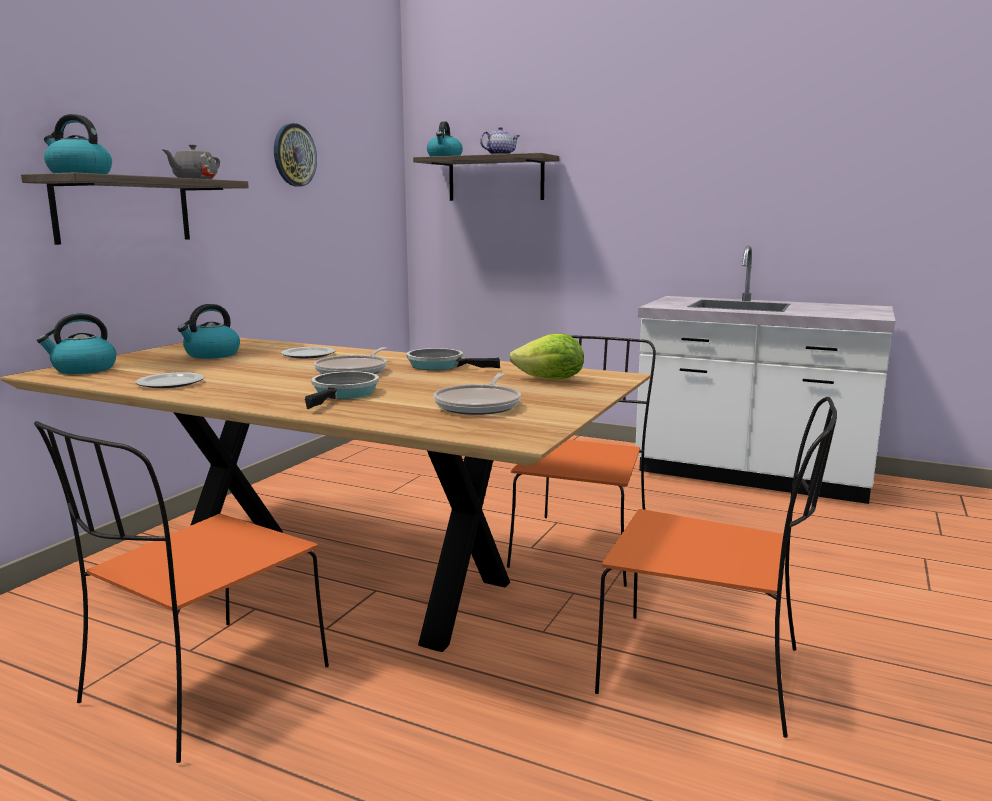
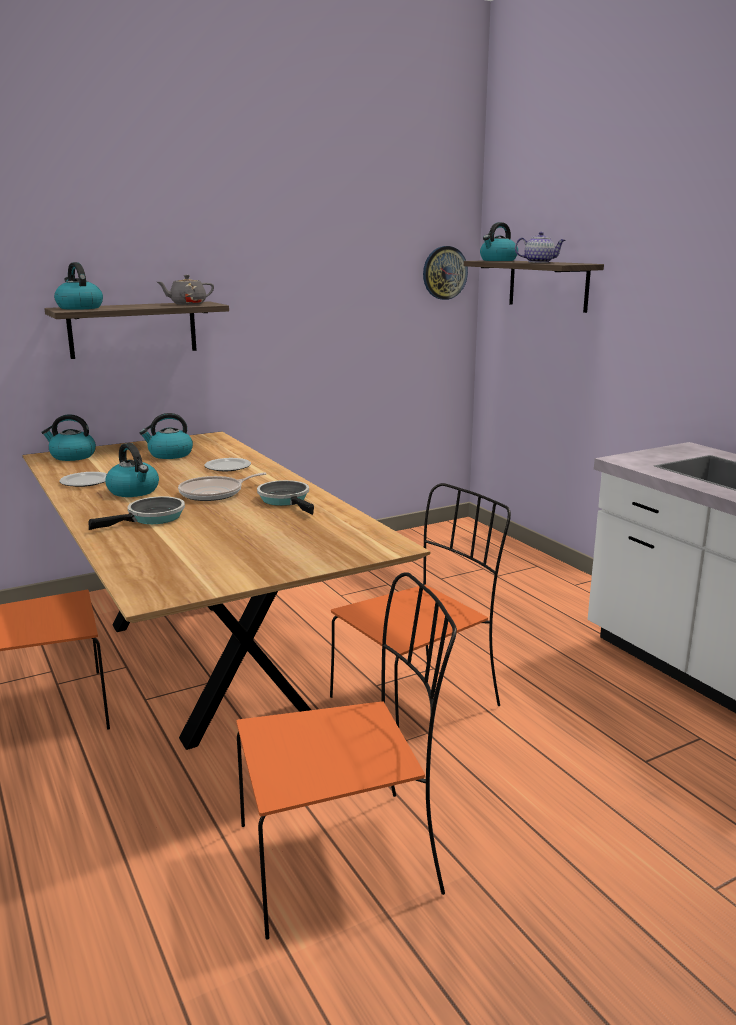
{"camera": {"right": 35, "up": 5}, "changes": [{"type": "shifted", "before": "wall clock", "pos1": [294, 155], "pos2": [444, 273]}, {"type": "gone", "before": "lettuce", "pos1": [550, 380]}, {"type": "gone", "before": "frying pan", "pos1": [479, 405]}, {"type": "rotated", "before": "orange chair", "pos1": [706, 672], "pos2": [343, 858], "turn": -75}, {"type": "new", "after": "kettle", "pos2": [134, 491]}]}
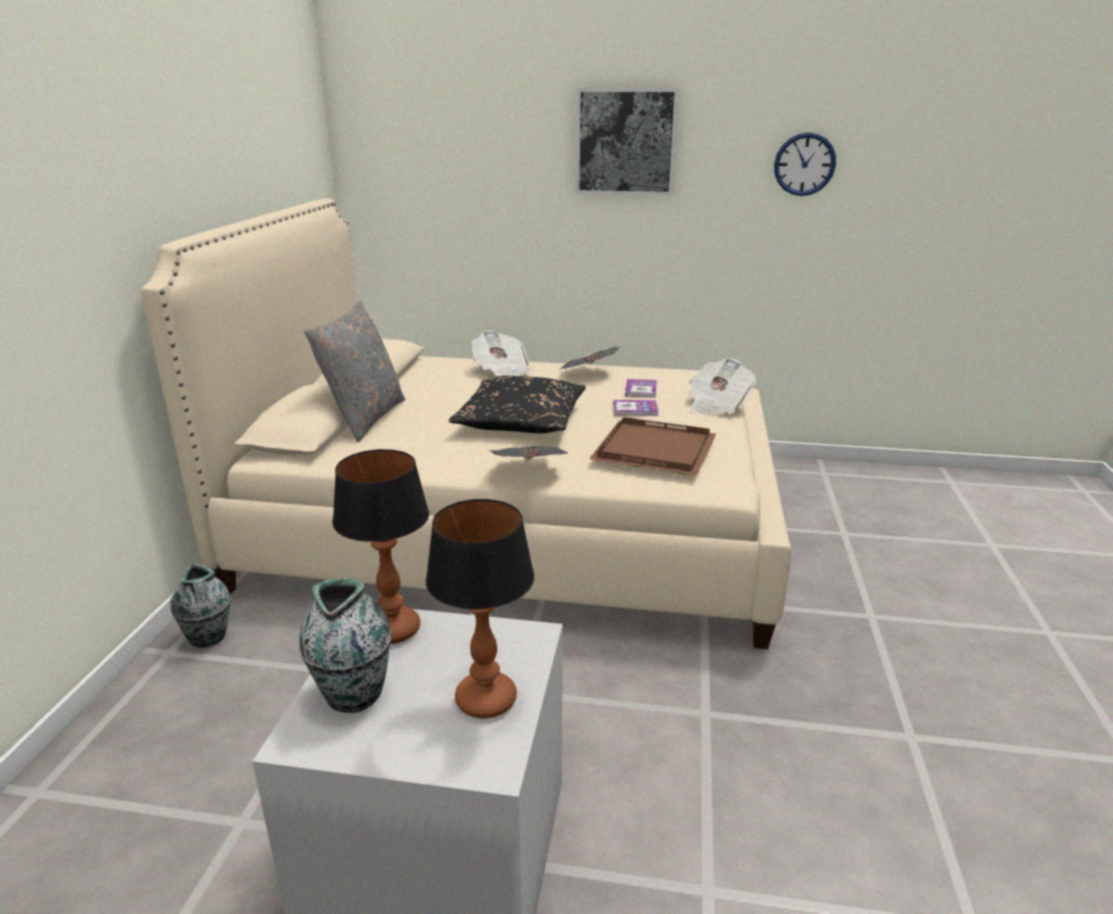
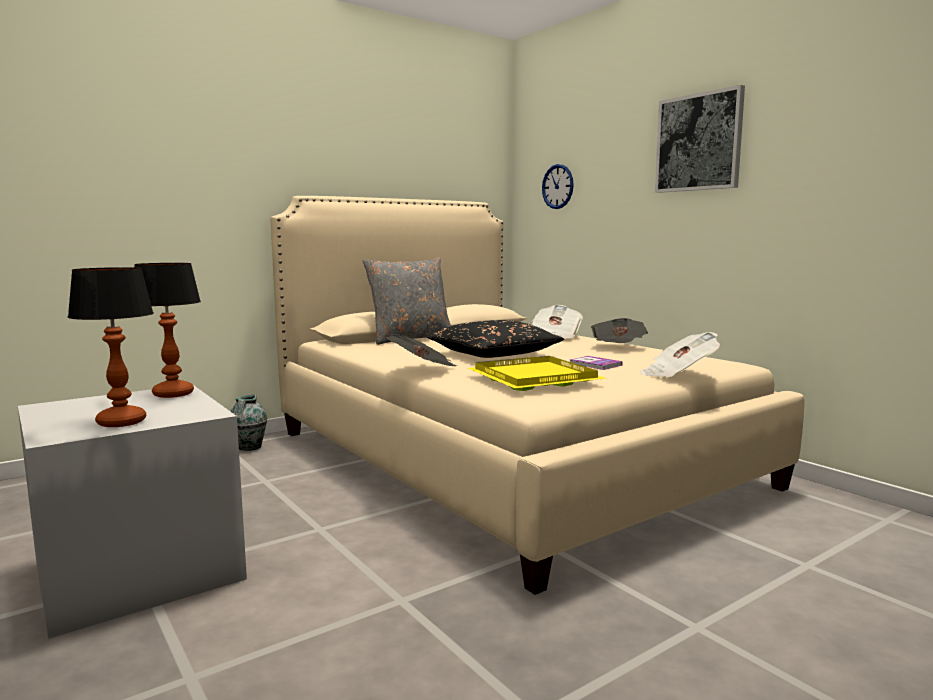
{"camera": {"right": 45, "up": -15}, "changes": [{"type": "shifted", "before": "wall clock", "pos1": [804, 164], "pos2": [557, 186]}, {"type": "gone", "before": "book", "pos1": [641, 390]}, {"type": "repainted", "before": "brown tray", "after": "yellow tray", "pos1": [656, 451], "pos2": [533, 378]}, {"type": "gone", "before": "vase", "pos1": [354, 693]}]}
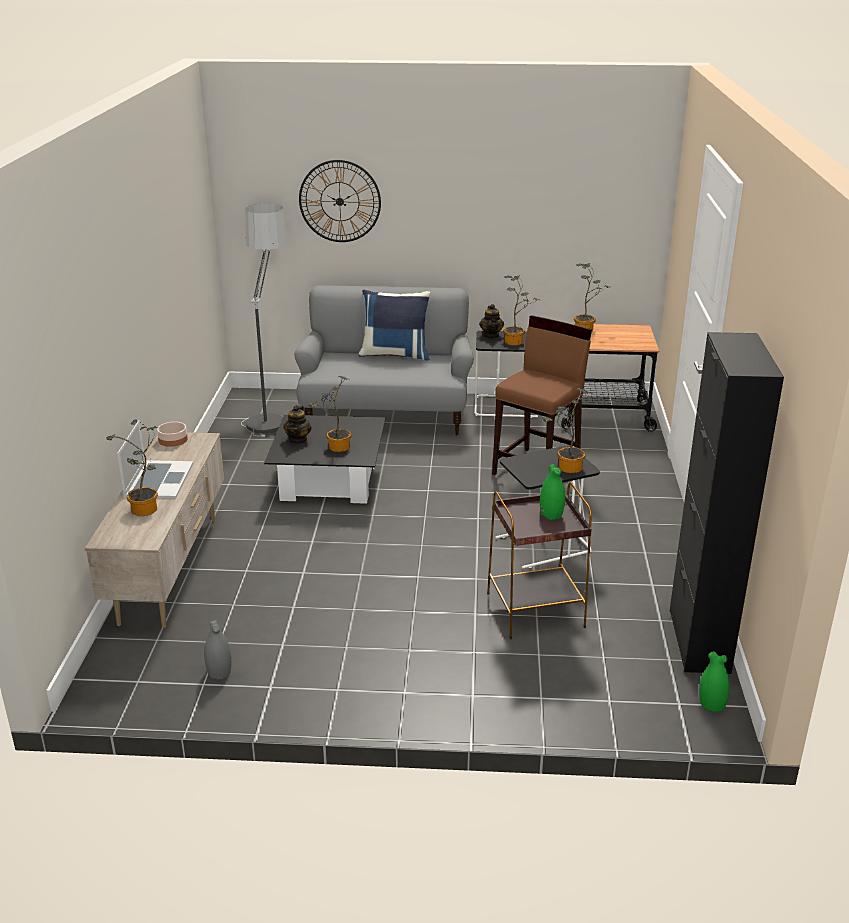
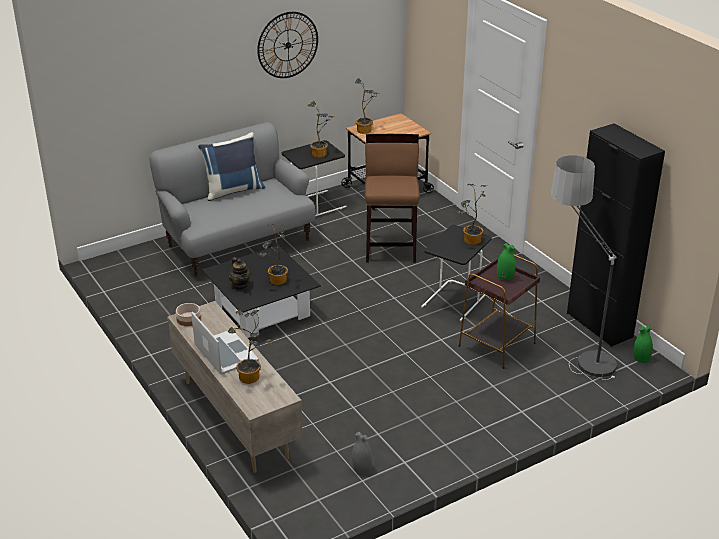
{"camera": {"right": -35, "up": 5}, "changes": [{"type": "shifted", "before": "wall clock", "pos1": [340, 201], "pos2": [288, 45]}, {"type": "shifted", "before": "floor lamp", "pos1": [270, 412], "pos2": [574, 350]}, {"type": "gone", "before": "teapot", "pos1": [491, 335]}]}
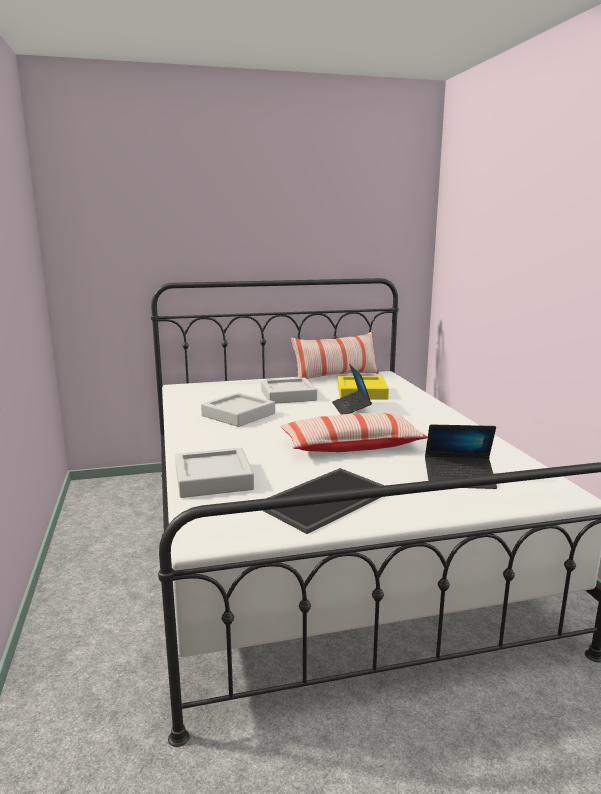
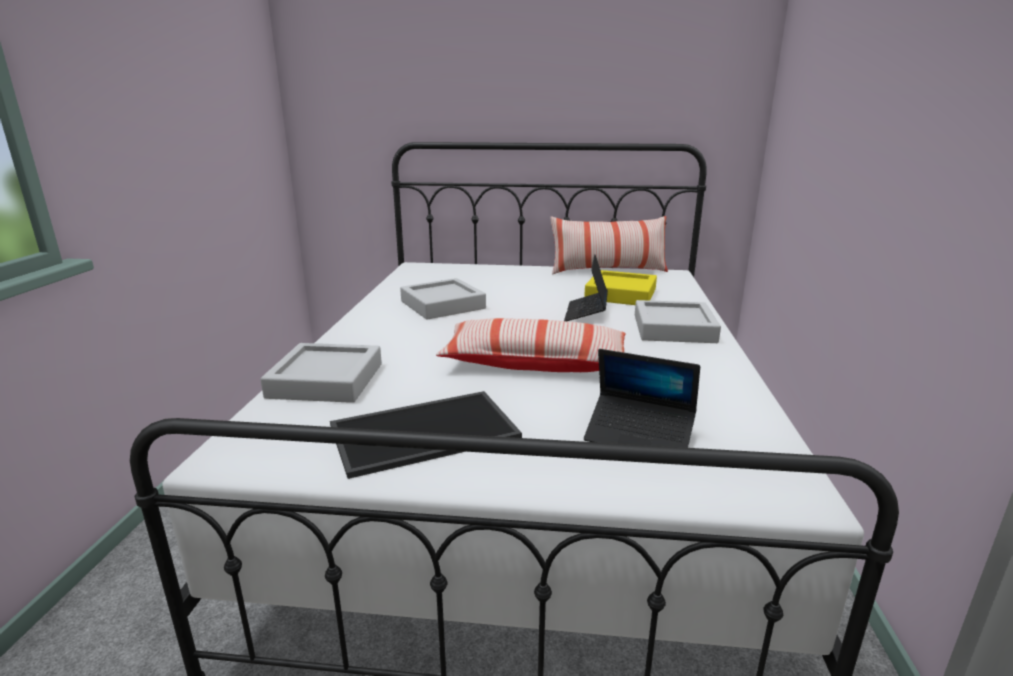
{"camera": {"right": 20, "up": 5}, "changes": [{"type": "shifted", "before": "grey tray", "pos1": [288, 395], "pos2": [674, 329]}]}
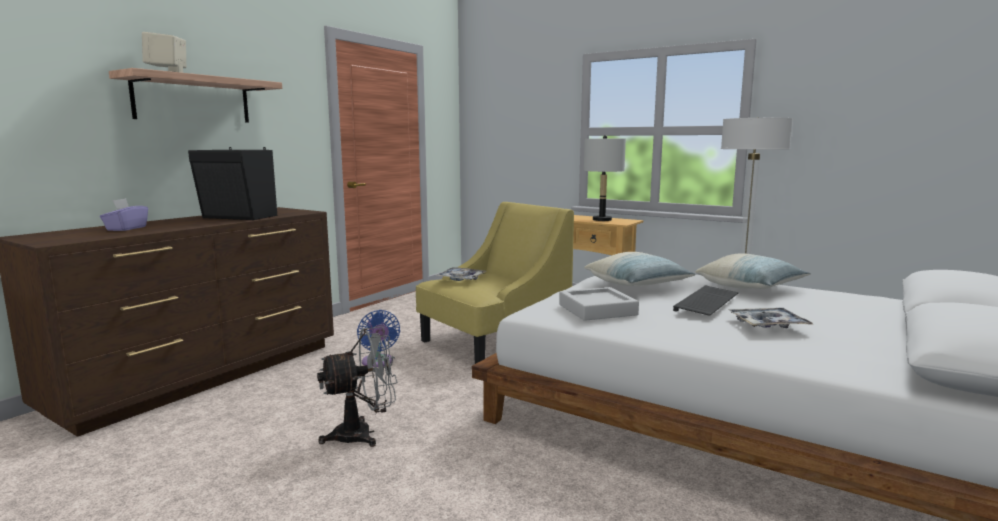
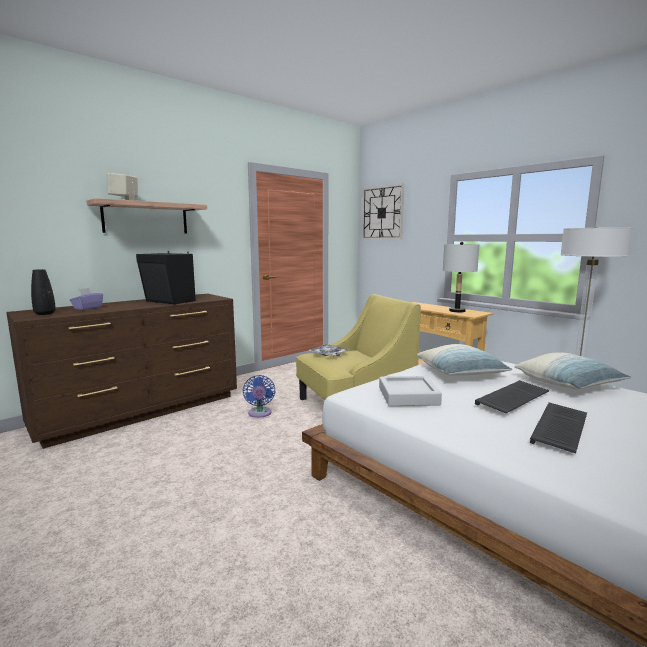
{"camera": {"right": 15, "up": 0}, "changes": [{"type": "swapped", "before": "tray", "after": "keyboard", "pos1": [767, 324], "pos2": [561, 429]}, {"type": "gone", "before": "grey fan", "pos1": [363, 434]}, {"type": "new", "after": "wall clock", "pos2": [382, 213]}, {"type": "new", "after": "black vase", "pos2": [45, 313]}]}
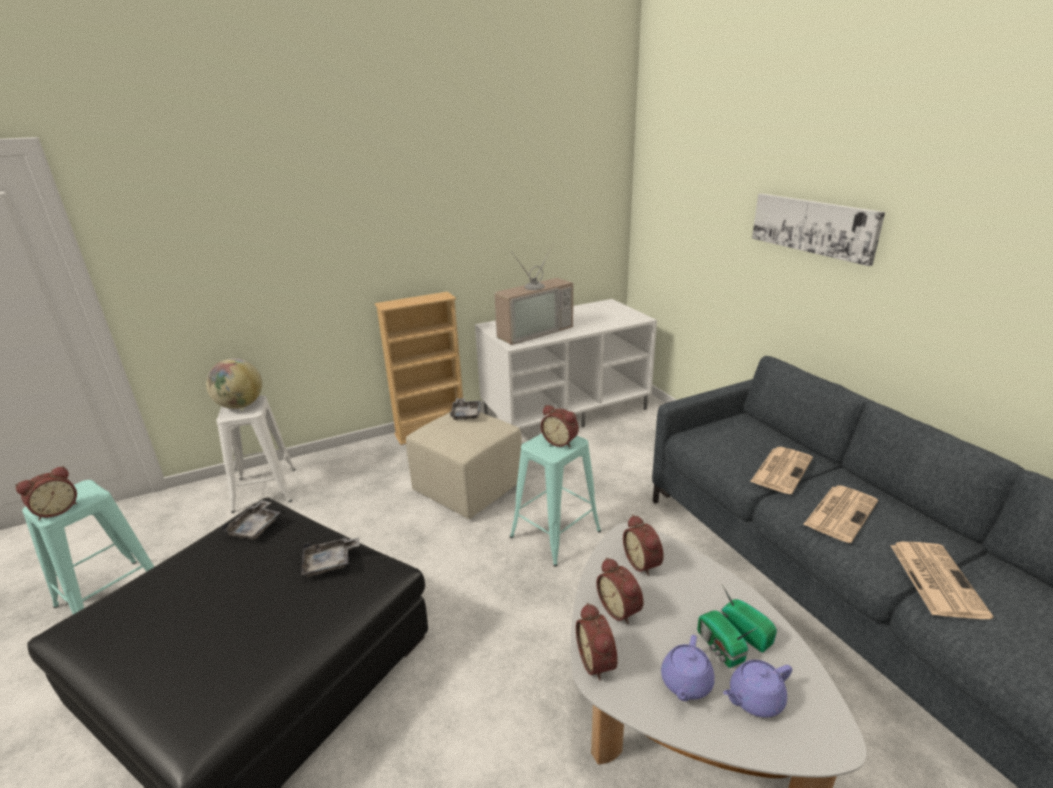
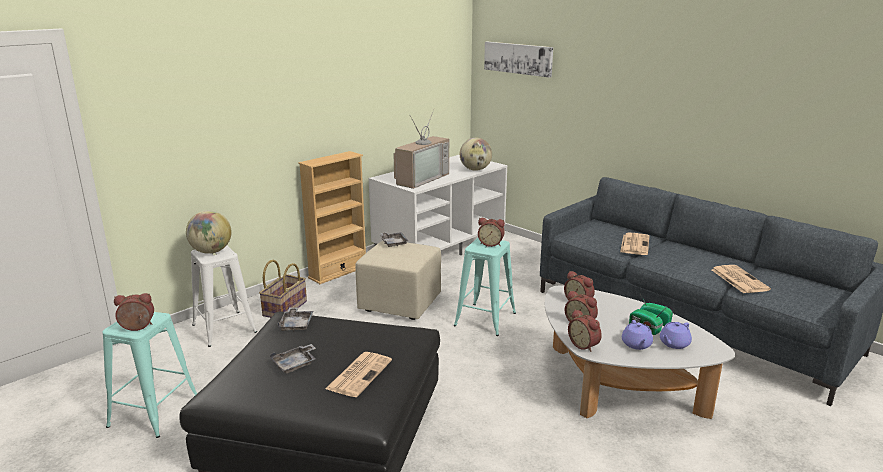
{"camera": {"right": -20, "up": -5}, "changes": [{"type": "shifted", "before": "picture", "pos1": [813, 226], "pos2": [518, 58]}, {"type": "rotated", "before": "alarm clock", "pos1": [56, 510], "pos2": [137, 328], "turn": -120}, {"type": "shifted", "before": "newspaper", "pos1": [840, 512], "pos2": [359, 374]}, {"type": "shifted", "before": "grey tray", "pos1": [330, 563], "pos2": [295, 364]}, {"type": "new", "after": "globe", "pos2": [475, 169]}, {"type": "new", "after": "basket", "pos2": [284, 308]}]}
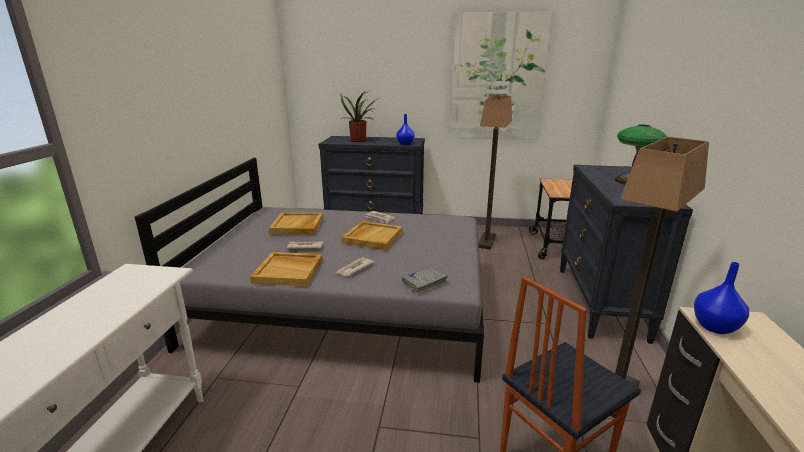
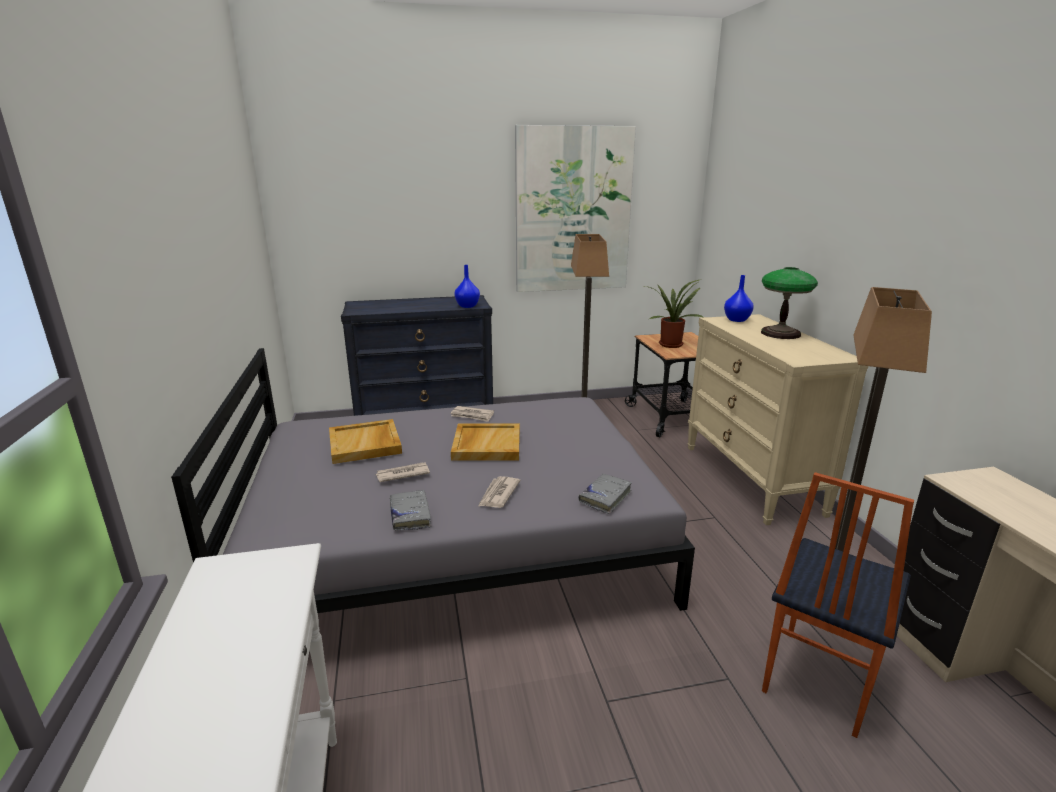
{"camera": {"right": -20, "up": 0}, "changes": [{"type": "shifted", "before": "potted plant", "pos1": [359, 140], "pos2": [671, 344]}, {"type": "repainted", "before": "black dresser", "after": "beige dresser", "pos1": [600, 302], "pos2": [752, 479]}, {"type": "swapped", "before": "beige tray", "after": "grey book", "pos1": [289, 271], "pos2": [410, 515]}, {"type": "shifted", "before": "blue vase", "pos1": [716, 327], "pos2": [737, 320]}]}
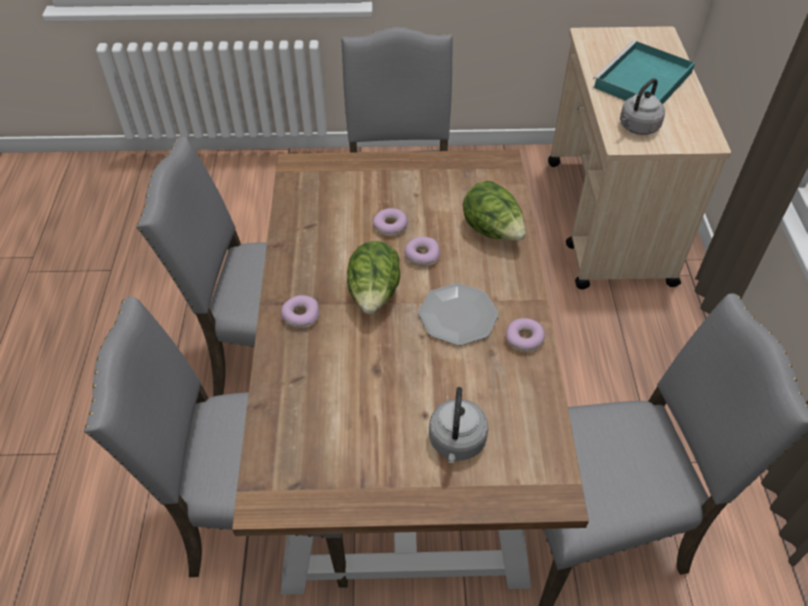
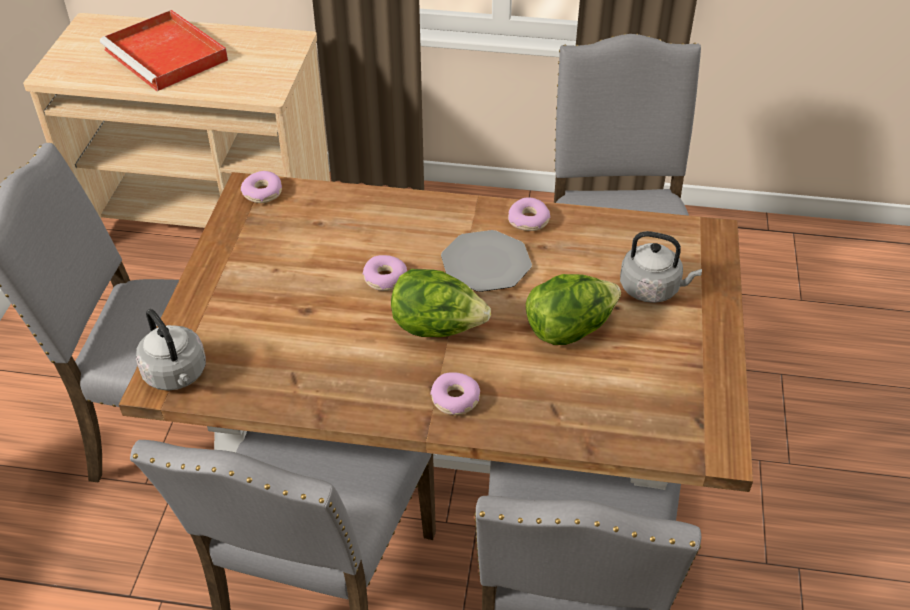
{"camera": {"right": -80, "up": -5}, "changes": [{"type": "repainted", "before": "turquoise tray", "after": "red tray", "pos1": [642, 81], "pos2": [167, 56]}, {"type": "shifted", "before": "grey kettle", "pos1": [637, 127], "pos2": [177, 375]}, {"type": "shifted", "before": "lettuce", "pos1": [492, 231], "pos2": [569, 329]}, {"type": "shifted", "before": "donut", "pos1": [390, 226], "pos2": [263, 193]}]}
